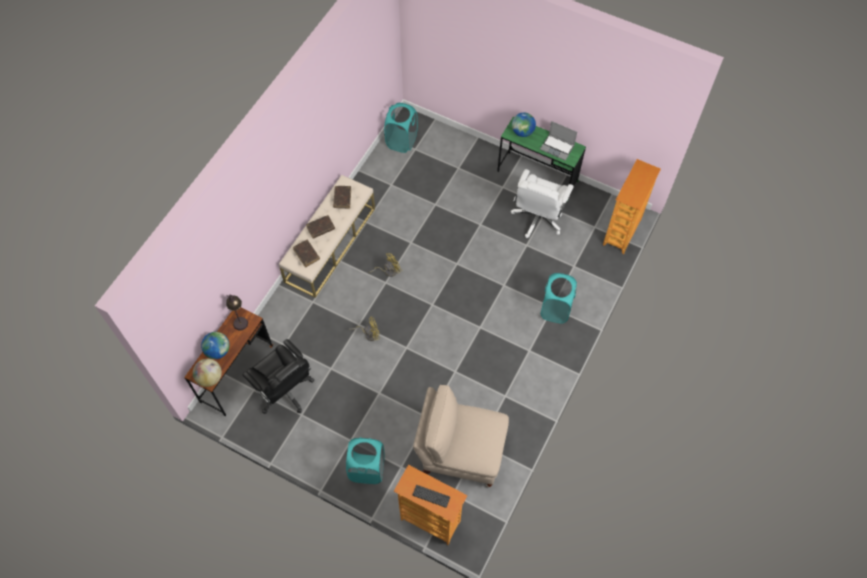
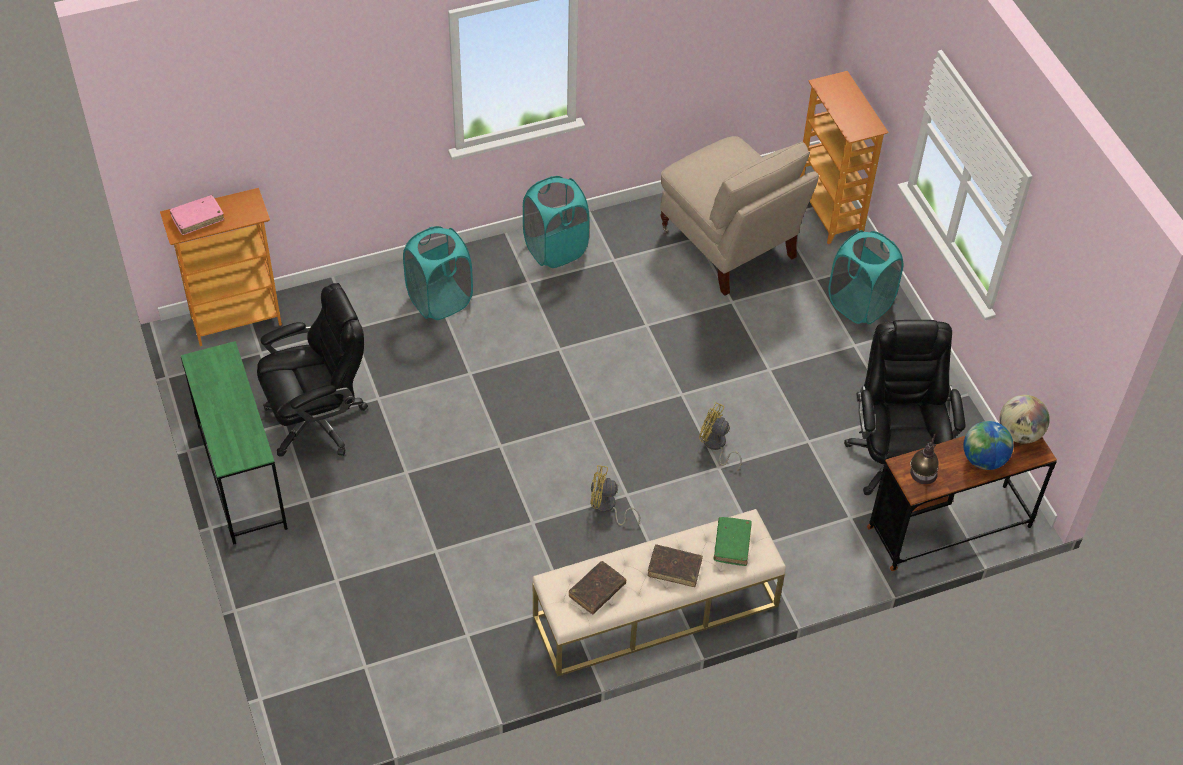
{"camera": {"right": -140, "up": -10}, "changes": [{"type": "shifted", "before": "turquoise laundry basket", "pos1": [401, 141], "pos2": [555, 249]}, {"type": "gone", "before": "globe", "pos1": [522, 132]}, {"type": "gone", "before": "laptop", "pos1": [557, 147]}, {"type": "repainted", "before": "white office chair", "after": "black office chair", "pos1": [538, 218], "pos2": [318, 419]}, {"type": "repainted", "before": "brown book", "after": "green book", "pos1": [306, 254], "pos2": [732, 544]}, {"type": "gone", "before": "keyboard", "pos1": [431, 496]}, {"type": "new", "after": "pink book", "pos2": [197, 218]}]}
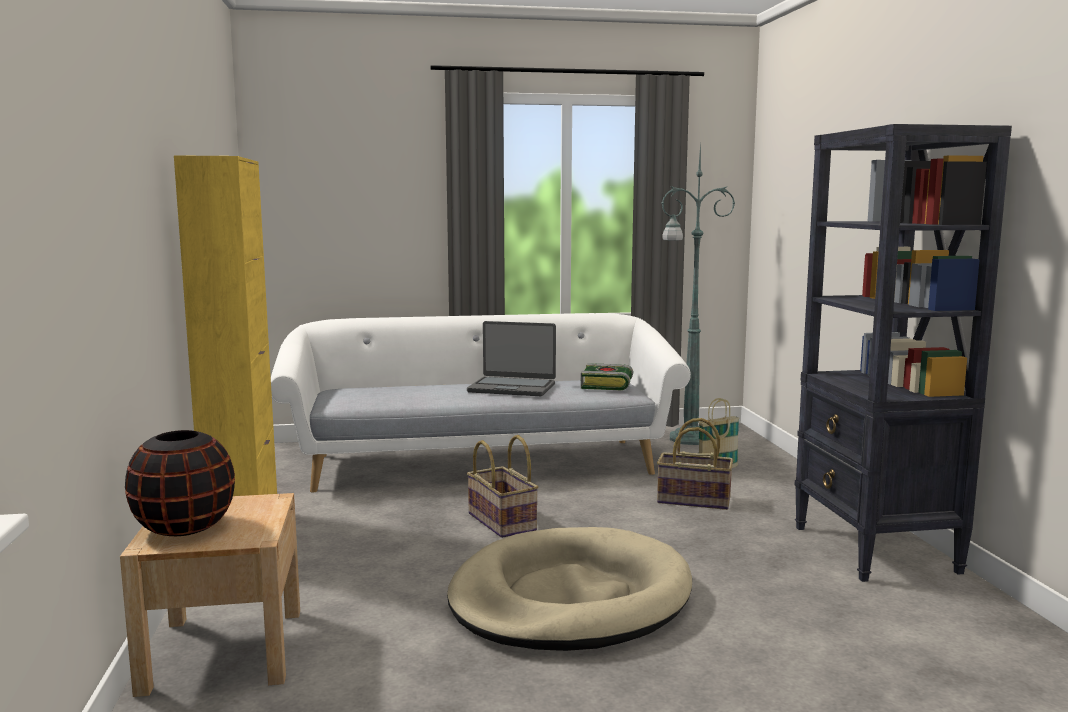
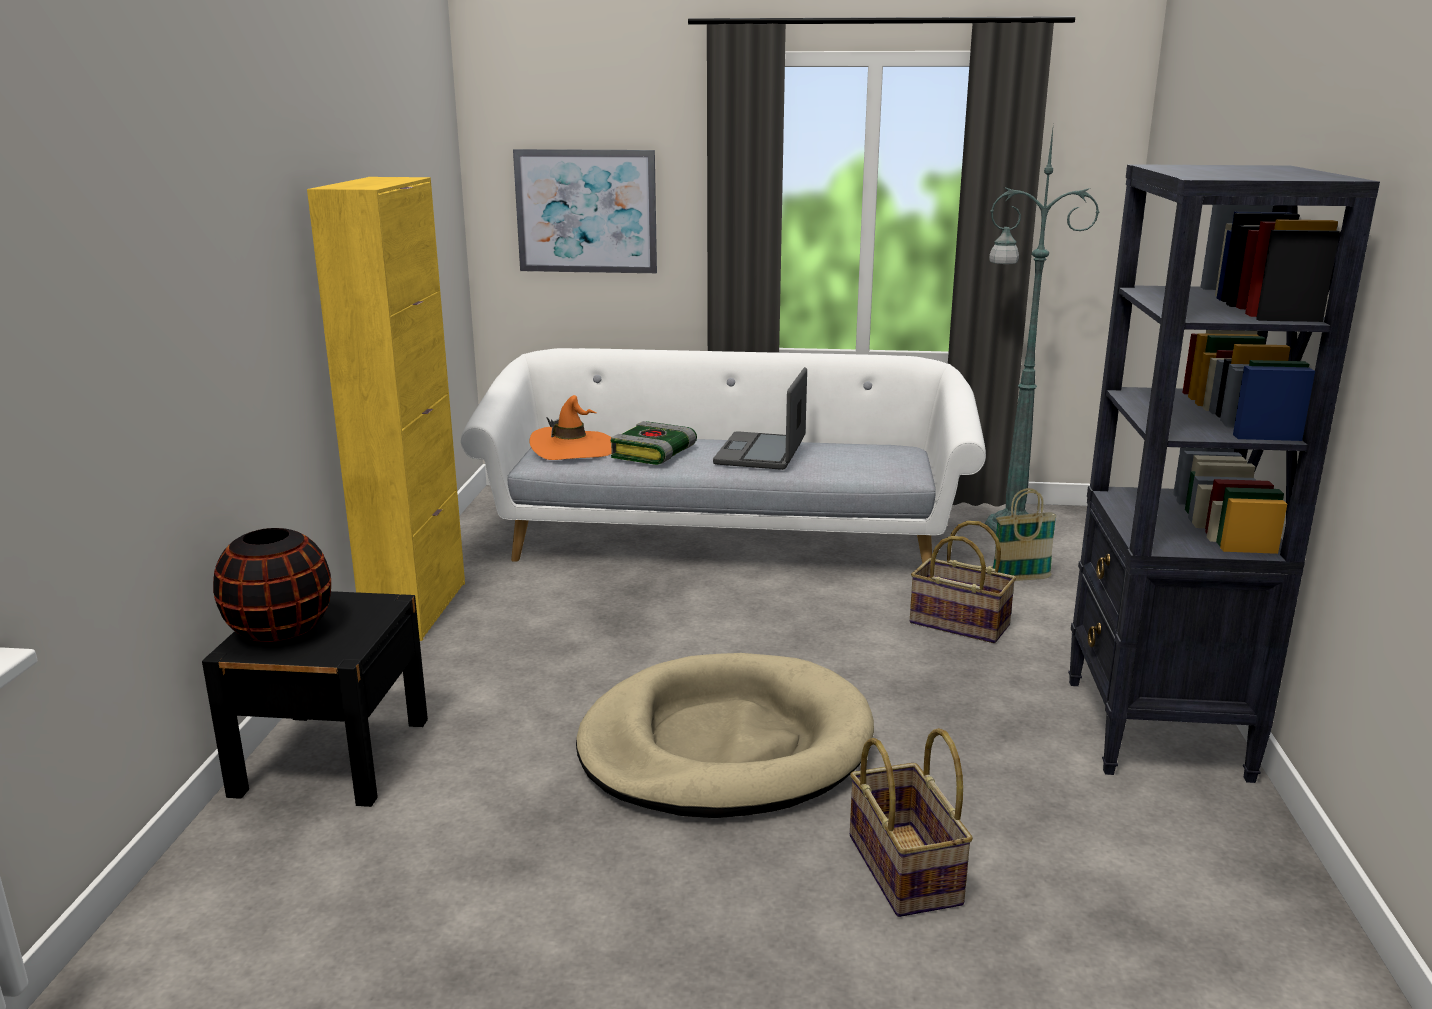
{"camera": {"right": 15, "up": 10}, "changes": [{"type": "rotated", "before": "laptop", "pos1": [512, 388], "pos2": [761, 453], "turn": 75}, {"type": "shifted", "before": "book", "pos1": [607, 385], "pos2": [654, 454]}, {"type": "shifted", "before": "basket", "pos1": [503, 522], "pos2": [906, 869]}, {"type": "repainted", "before": "beige nightstand", "after": "black nightstand", "pos1": [224, 650], "pos2": [332, 756]}, {"type": "new", "after": "picture", "pos2": [586, 211]}, {"type": "new", "after": "orange hat", "pos2": [573, 448]}]}
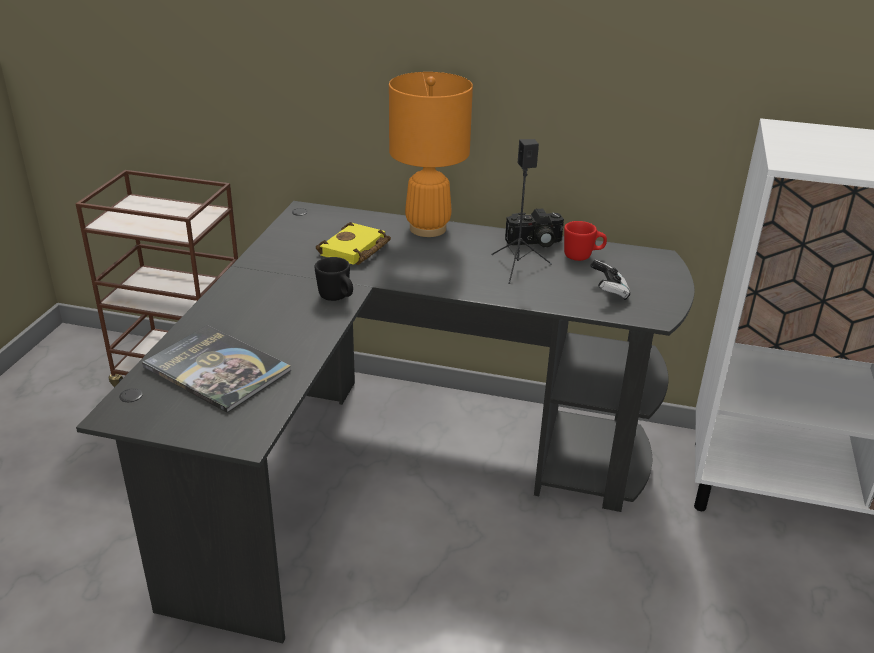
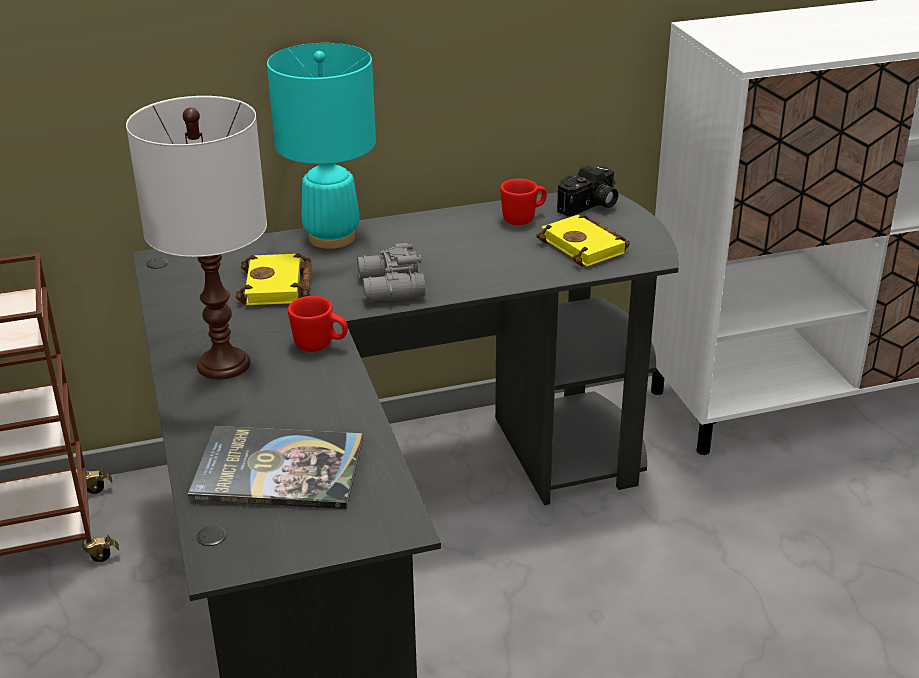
{"camera": {"right": -30, "up": 0}, "changes": [{"type": "repainted", "before": "orange table lamp", "after": "turquoise table lamp", "pos1": [428, 228], "pos2": [332, 237]}, {"type": "gone", "before": "black speaker", "pos1": [517, 267]}, {"type": "shifted", "before": "photo camera", "pos1": [534, 243], "pos2": [590, 206]}, {"type": "repainted", "before": "black mug", "after": "red mug", "pos1": [337, 298], "pos2": [320, 345]}, {"type": "swapped", "before": "game controller", "after": "yellow book", "pos1": [609, 292], "pos2": [586, 247]}, {"type": "new", "after": "white table lamp", "pos2": [223, 364]}, {"type": "new", "after": "grey binoculars", "pos2": [389, 288]}]}
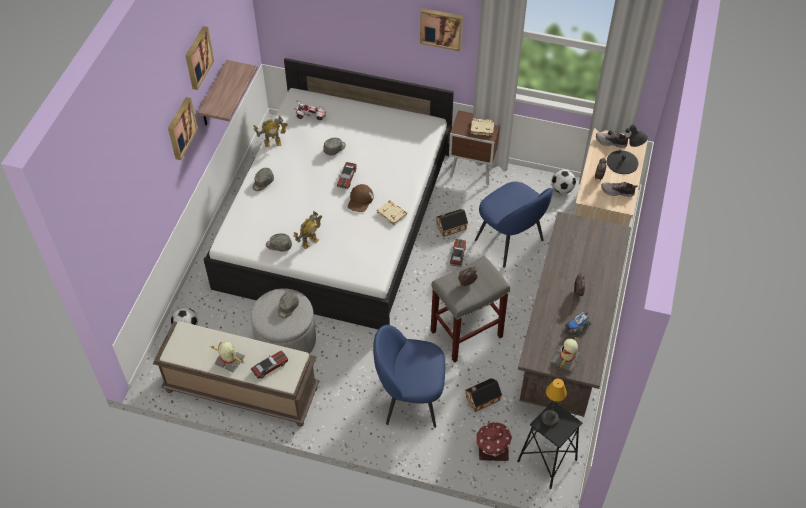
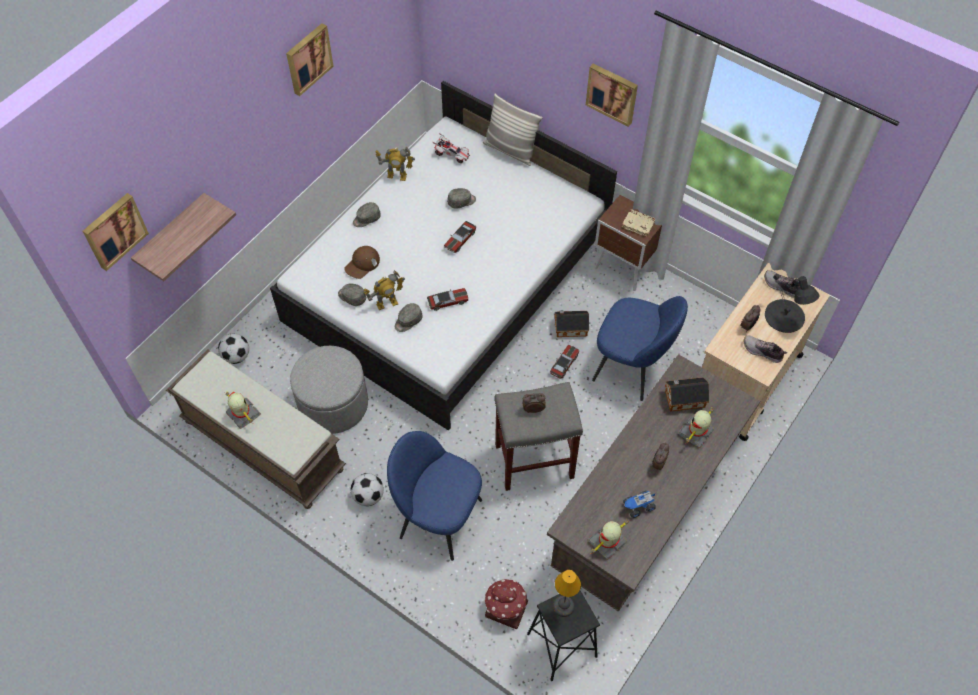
{"camera": {"right": 20, "up": 5}, "changes": [{"type": "shifted", "before": "shelf", "pos1": [213, 95], "pos2": [172, 236]}, {"type": "shifted", "before": "picture", "pos1": [180, 128], "pos2": [114, 230]}, {"type": "shifted", "before": "football", "pos1": [562, 189], "pos2": [368, 496]}, {"type": "rotated", "before": "blue chair", "pos1": [510, 241], "pos2": [631, 366], "turn": -45}, {"type": "shifted", "before": "brown cap", "pos1": [360, 200], "pos2": [362, 264]}, {"type": "gone", "before": "beige book", "pos1": [392, 214]}, {"type": "shifted", "before": "grey cap", "pos1": [287, 307], "pos2": [408, 321]}, {"type": "shifted", "before": "toy car", "pos1": [270, 366], "pos2": [448, 301]}, {"type": "shifted", "before": "toy house", "pos1": [481, 399], "pos2": [683, 399]}, {"type": "new", "after": "pillow", "pos2": [510, 150]}, {"type": "new", "after": "toy robot", "pos2": [696, 433]}]}
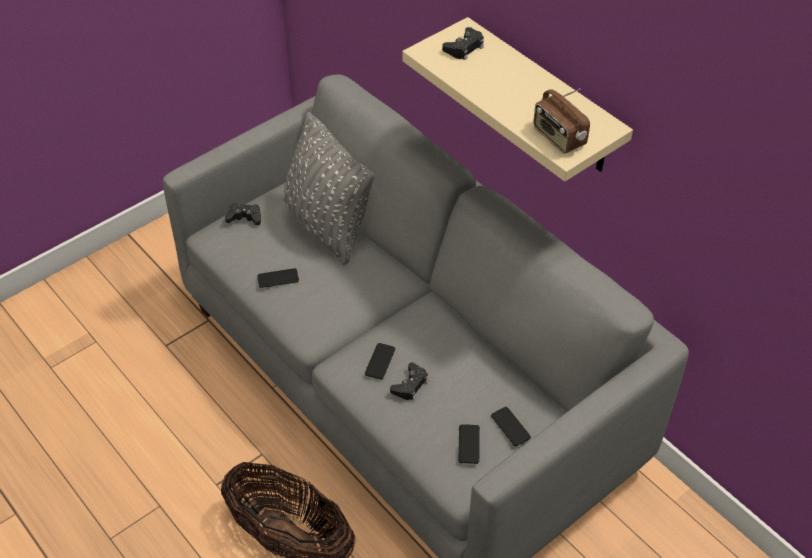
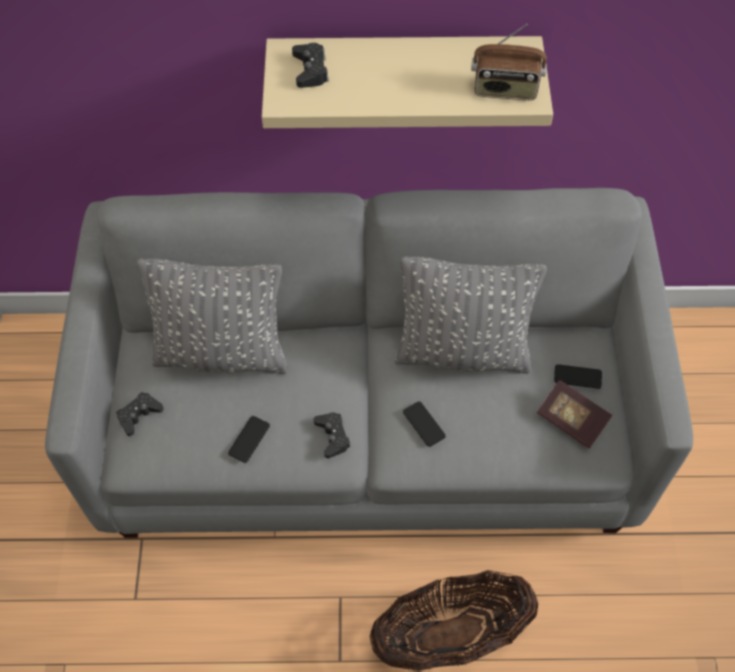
{"camera": {"right": -50, "up": 10}, "changes": [{"type": "shifted", "before": "black game controller", "pos1": [410, 385], "pos2": [333, 436]}, {"type": "swapped", "before": "phone", "after": "book", "pos1": [469, 444], "pos2": [571, 420]}, {"type": "new", "after": "grey pillow", "pos2": [462, 351]}]}
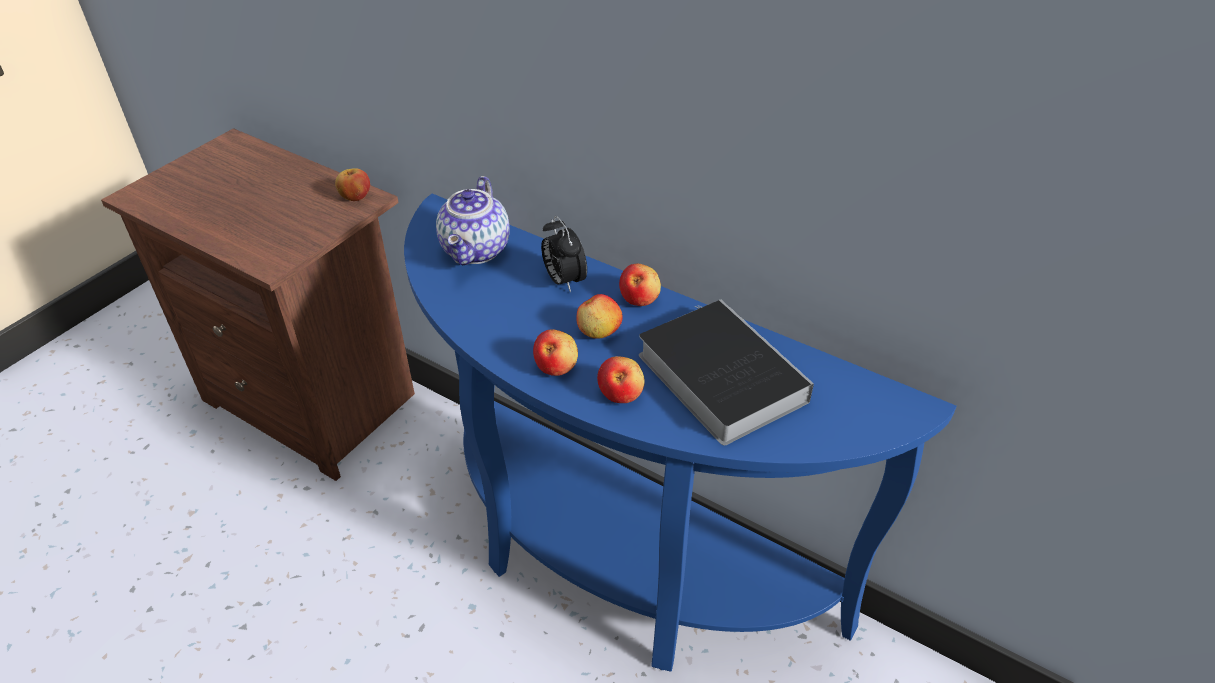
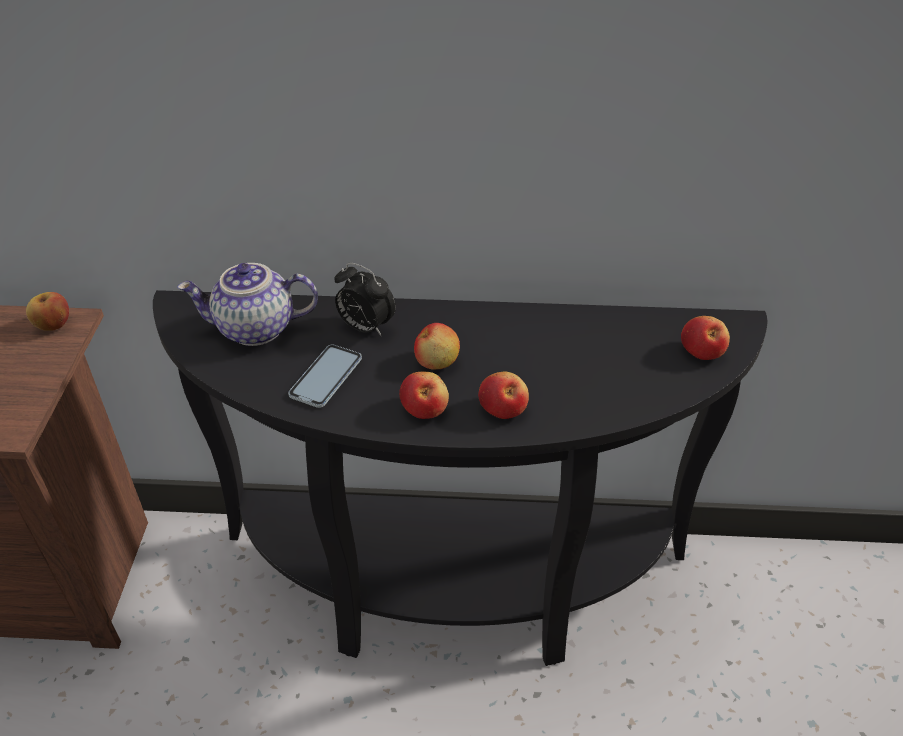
{"camera": {"right": -30, "up": 0}, "changes": [{"type": "rotated", "before": "teapot", "pos1": [477, 251], "pos2": [255, 330], "turn": 105}, {"type": "repainted", "before": "blue console table", "after": "black console table", "pos1": [613, 561], "pos2": [452, 590]}, {"type": "shifted", "before": "apple", "pos1": [639, 298], "pos2": [702, 351]}, {"type": "gone", "before": "book", "pos1": [716, 375]}, {"type": "new", "after": "phone", "pos2": [326, 377]}]}
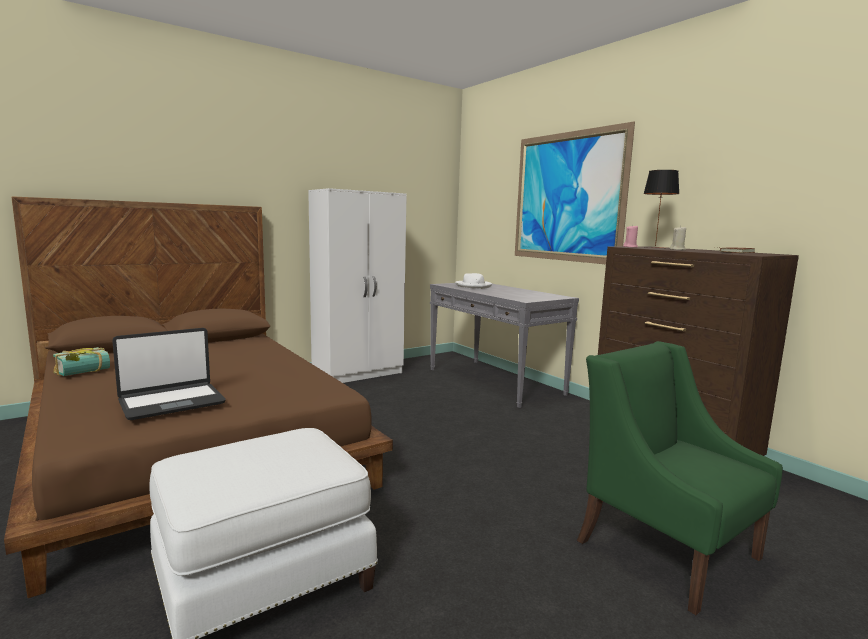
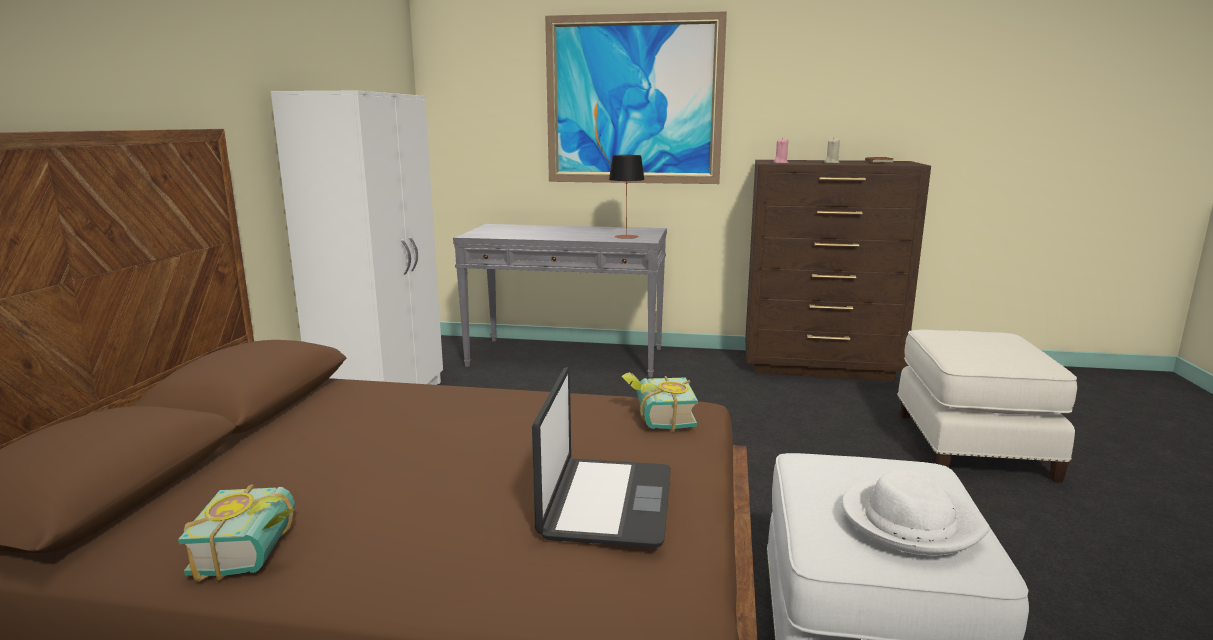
{"camera": {"right": -45, "up": 5}, "changes": [{"type": "shifted", "before": "table lamp", "pos1": [655, 247], "pos2": [626, 237]}, {"type": "shifted", "before": "white hat", "pos1": [473, 286], "pos2": [909, 521]}, {"type": "swapped", "before": "green armchair", "after": "white ottoman", "pos1": [665, 547], "pos2": [969, 445]}, {"type": "new", "after": "book", "pos2": [657, 418]}]}
